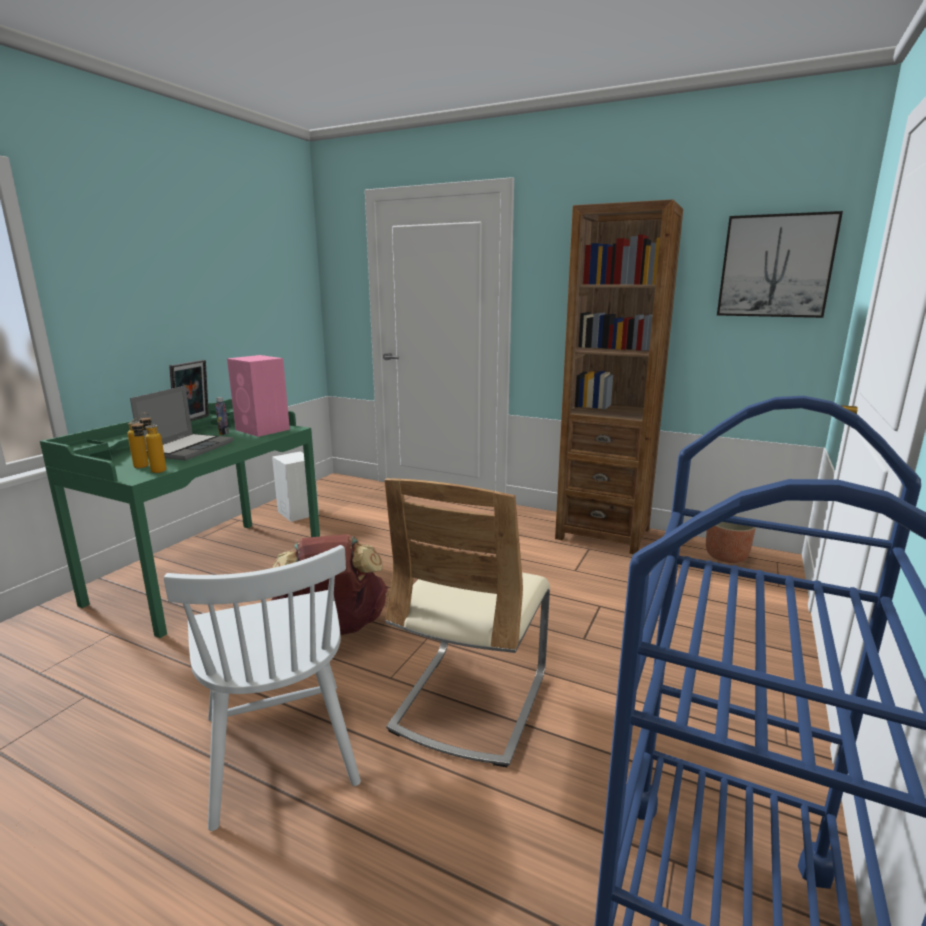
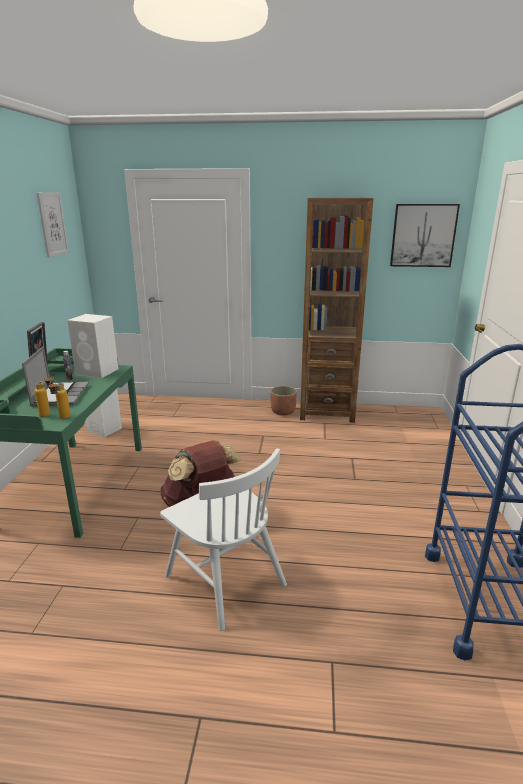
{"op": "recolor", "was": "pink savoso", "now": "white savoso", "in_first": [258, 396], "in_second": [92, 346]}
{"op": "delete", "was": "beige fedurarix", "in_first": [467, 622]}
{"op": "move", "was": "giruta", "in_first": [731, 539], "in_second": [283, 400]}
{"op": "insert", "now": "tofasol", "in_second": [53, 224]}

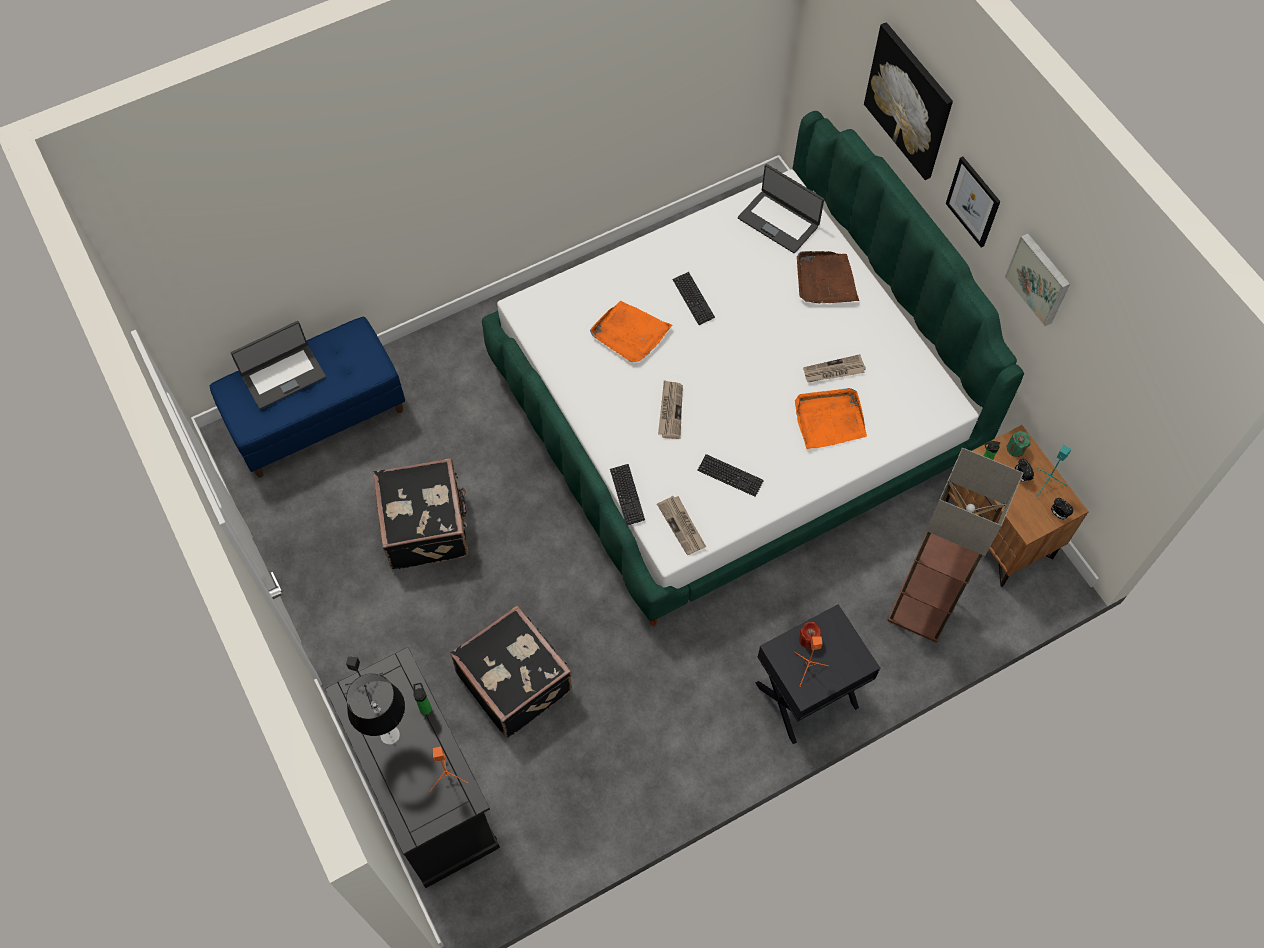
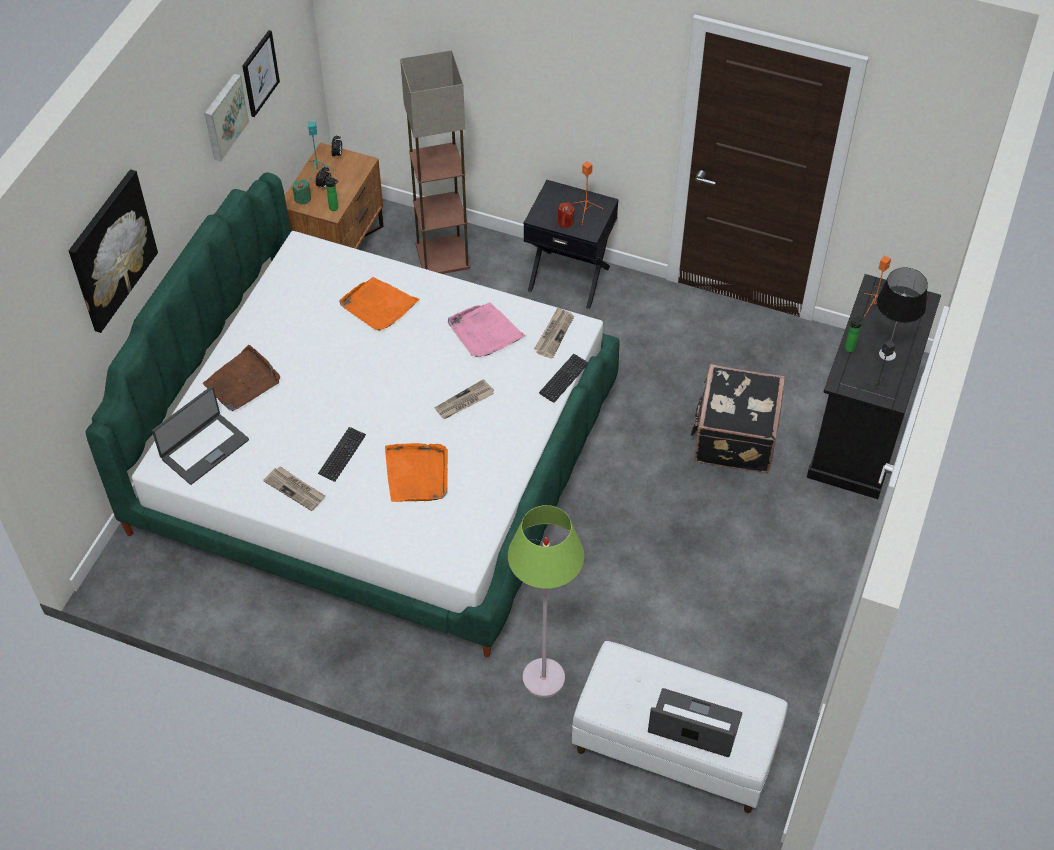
{"op": "recolor", "was": "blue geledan", "now": "white geledan", "in_first": [307, 397], "in_second": [680, 727]}
{"op": "delete", "was": "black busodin", "in_first": [420, 514]}
{"op": "replace", "was": "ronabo", "now": "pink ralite", "in_first": [730, 475], "in_second": [487, 329]}
{"op": "rotate", "was": "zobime", "in_first": [781, 208], "in_second": [200, 435], "clockwise": 45}
{"op": "move", "was": "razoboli", "in_first": [834, 368], "in_second": [294, 488]}
{"op": "move", "was": "tofasol", "in_first": [973, 202], "in_second": [261, 73]}
{"op": "insert", "now": "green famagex", "in_second": [546, 601]}

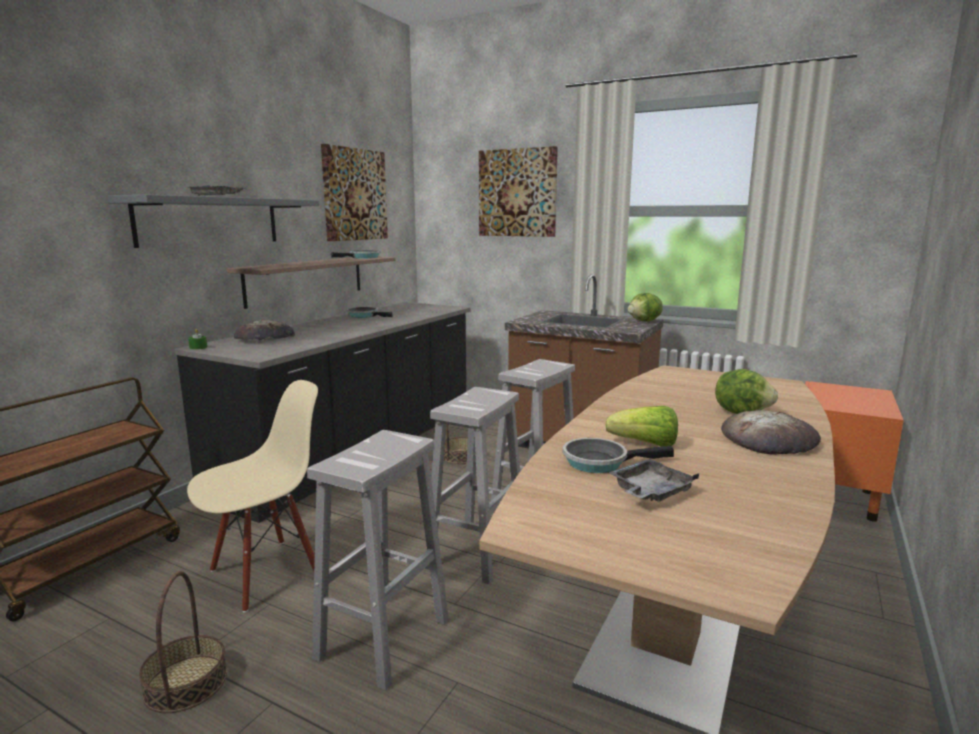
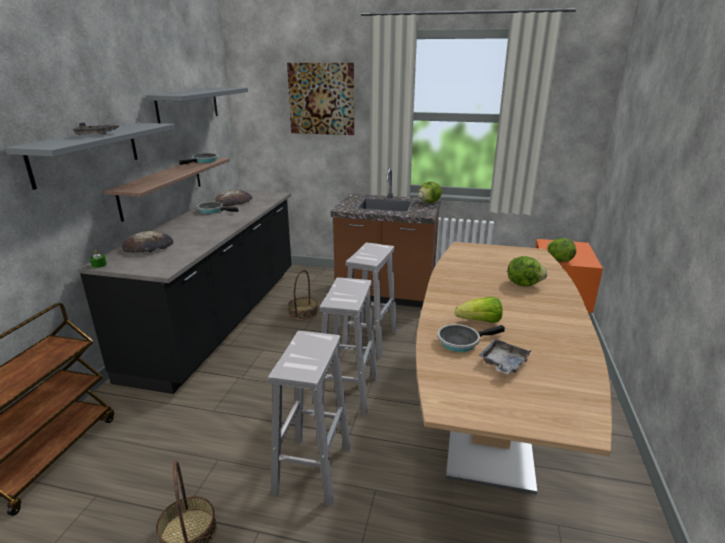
{"op": "delete", "was": "beige fedurarix", "in_first": [252, 496]}
{"op": "replace", "was": "tofasol", "now": "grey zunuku", "in_first": [354, 192], "in_second": [197, 105]}
{"op": "move", "was": "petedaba", "in_first": [771, 432], "in_second": [234, 198]}
{"op": "insert", "now": "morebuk", "in_second": [561, 250]}

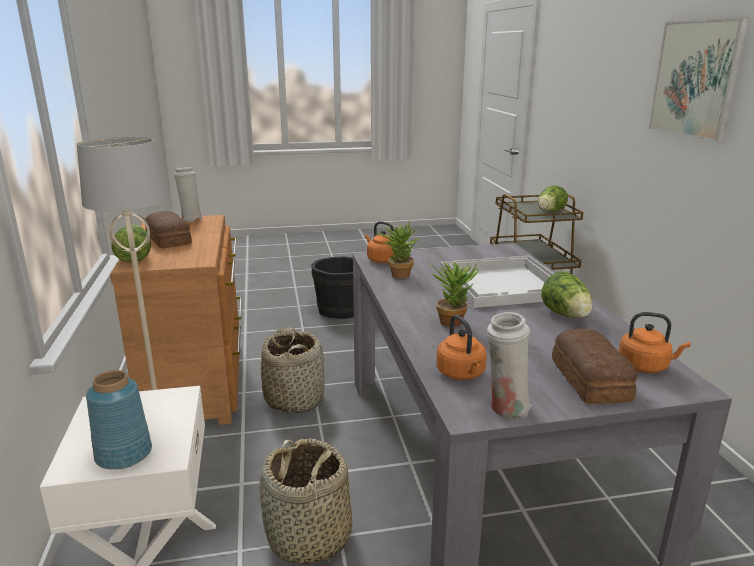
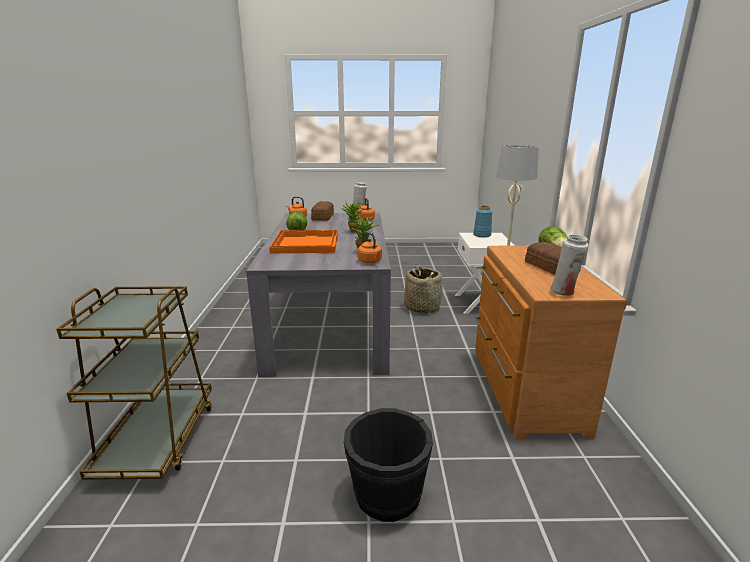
{"op": "delete", "was": "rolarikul", "in_first": [293, 370]}
{"op": "recolor", "was": "white ralite", "now": "orange ralite", "in_first": [497, 282], "in_second": [303, 241]}
{"op": "delete", "was": "morebuk", "in_first": [553, 199]}
{"op": "delete", "was": "tofasol", "in_first": [698, 80]}

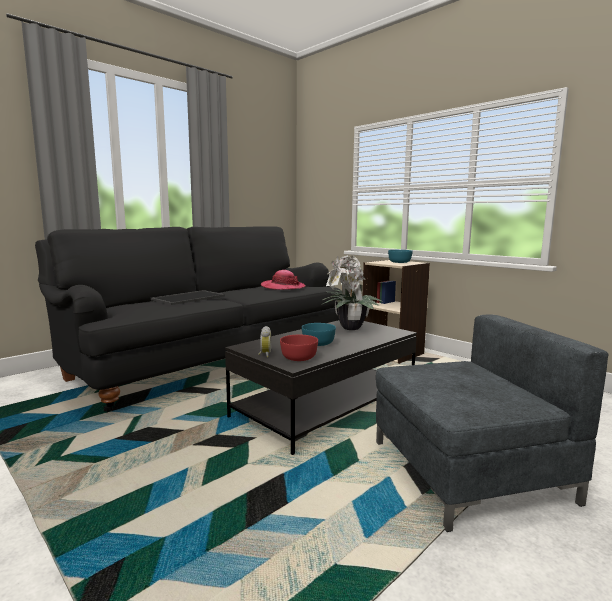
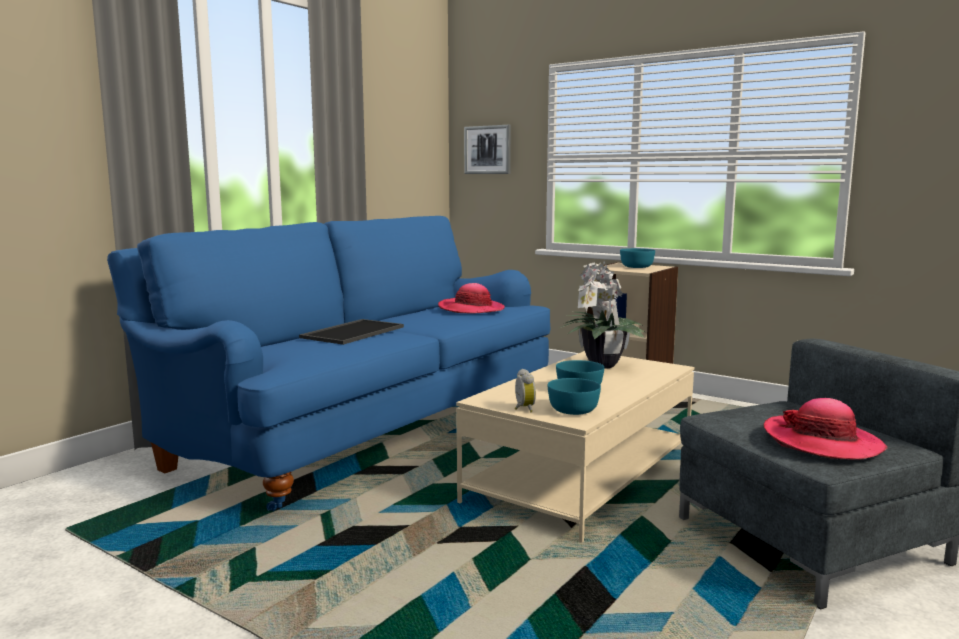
{"op": "recolor", "was": "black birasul", "now": "blue birasul", "in_first": [187, 319], "in_second": [328, 363]}
{"op": "recolor", "was": "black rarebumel", "now": "beige rarebumel", "in_first": [321, 387], "in_second": [575, 447]}
{"op": "recolor", "was": "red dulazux", "now": "turquoise dulazux", "in_first": [299, 348], "in_second": [574, 396]}
{"op": "insert", "now": "tofasol", "in_second": [487, 149]}
{"op": "insert", "now": "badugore", "in_second": [826, 429]}

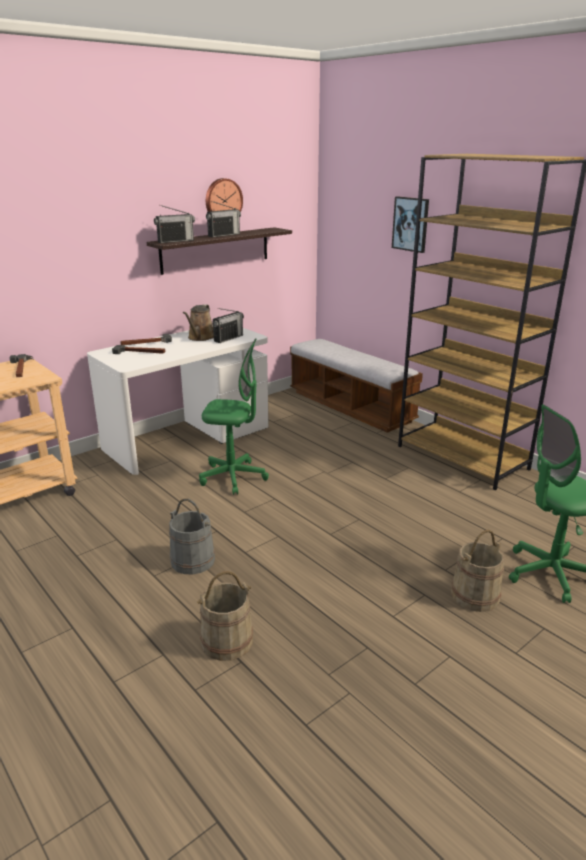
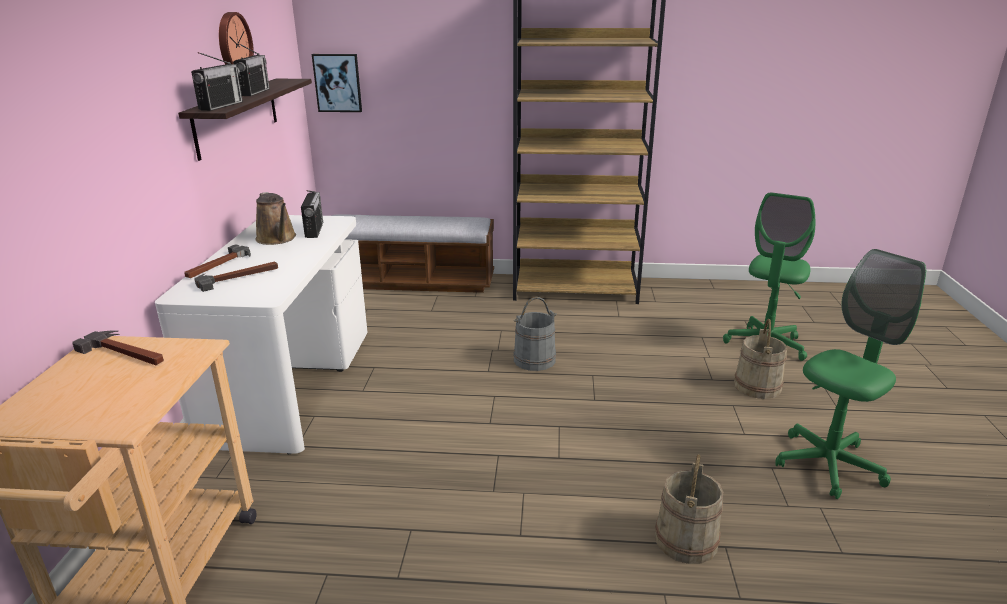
{"op": "move", "was": "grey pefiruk", "in_first": [192, 536], "in_second": [535, 334]}
{"op": "move", "was": "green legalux", "in_first": [234, 416], "in_second": [850, 374]}
{"op": "move", "was": "tofasol", "in_first": [410, 224], "in_second": [337, 83]}

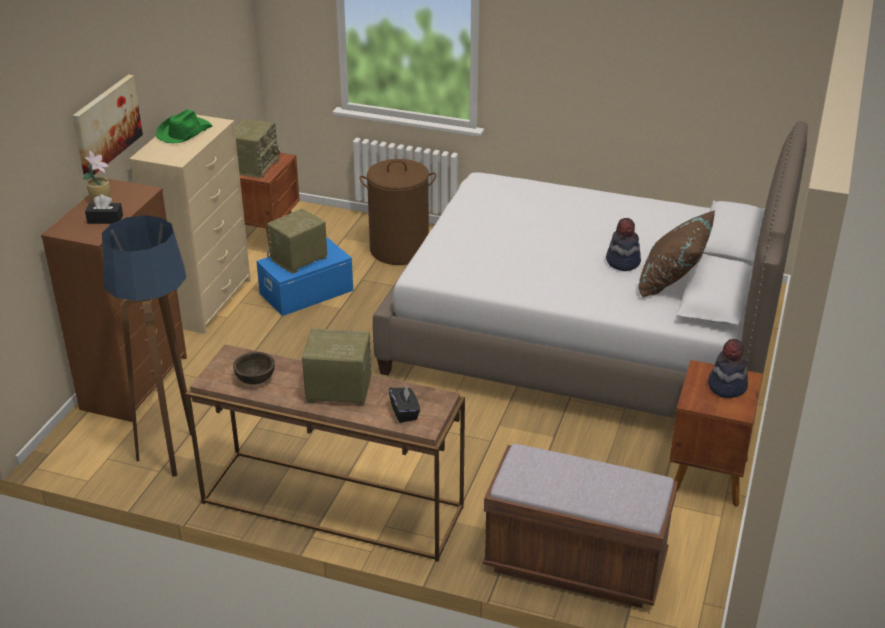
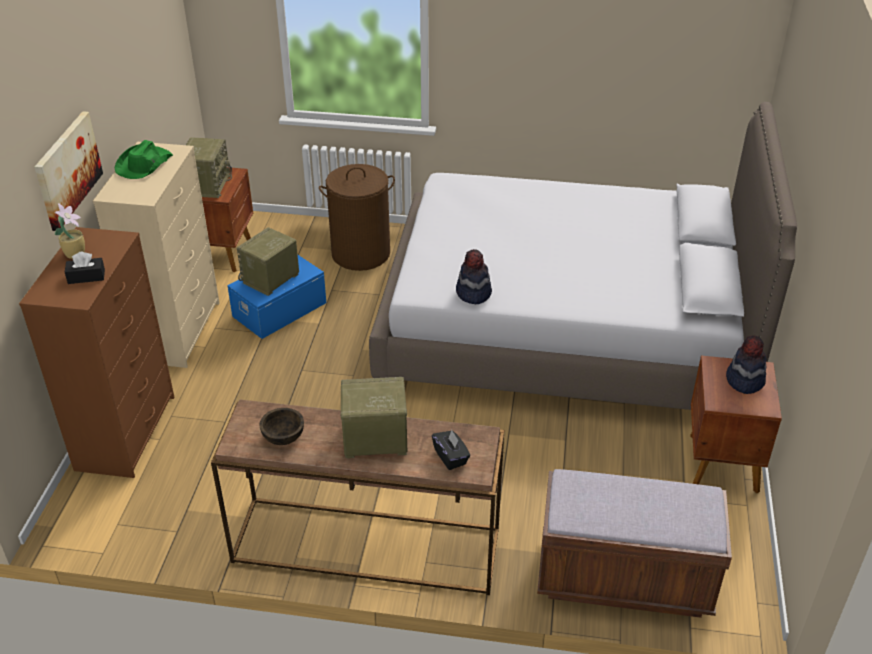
{"op": "delete", "was": "famagex", "in_first": [147, 346]}
{"op": "move", "was": "badugore", "in_first": [623, 244], "in_second": [474, 276]}
{"op": "delete", "was": "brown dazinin", "in_first": [676, 253]}

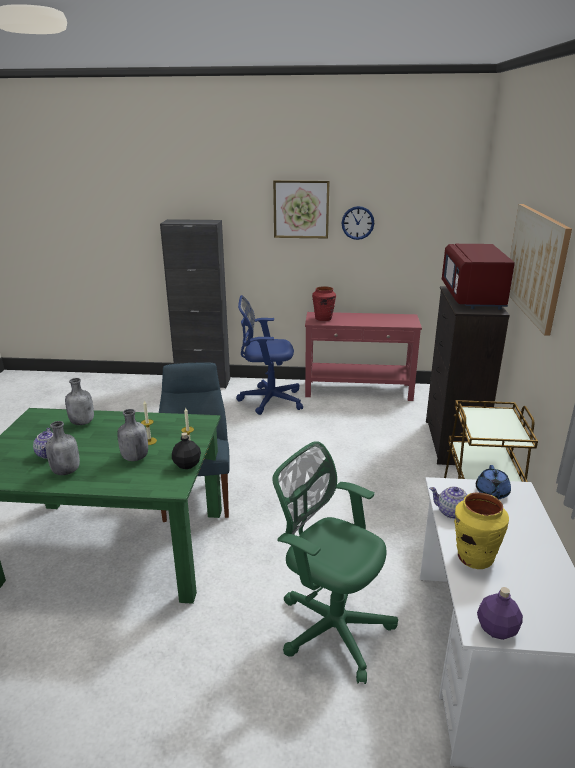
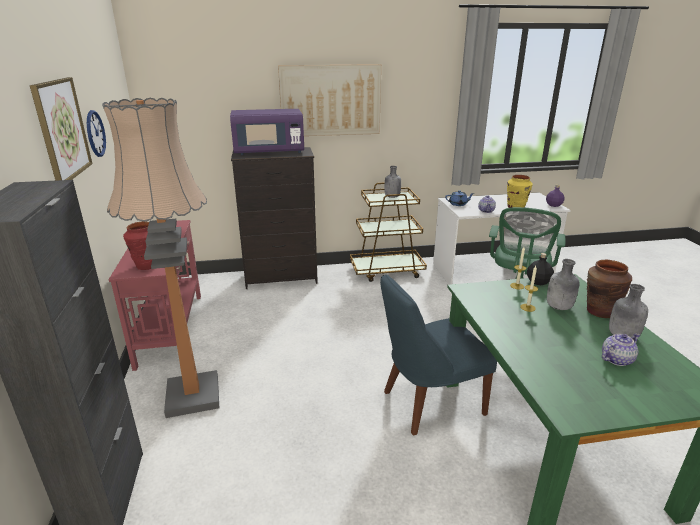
{"op": "move", "was": "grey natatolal", "in_first": [79, 401], "in_second": [392, 182]}
{"op": "replace", "was": "blue legalux", "now": "famagex", "in_first": [269, 355], "in_second": [160, 258]}
{"op": "recolor", "was": "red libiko", "now": "purple libiko", "in_first": [478, 277], "in_second": [267, 132]}
{"op": "insert", "now": "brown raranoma", "in_second": [609, 289]}

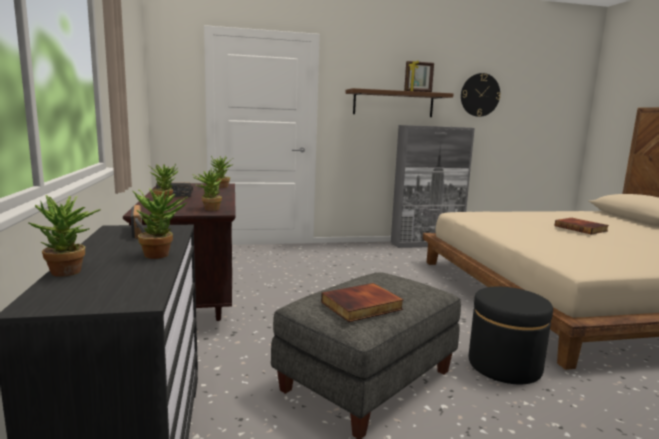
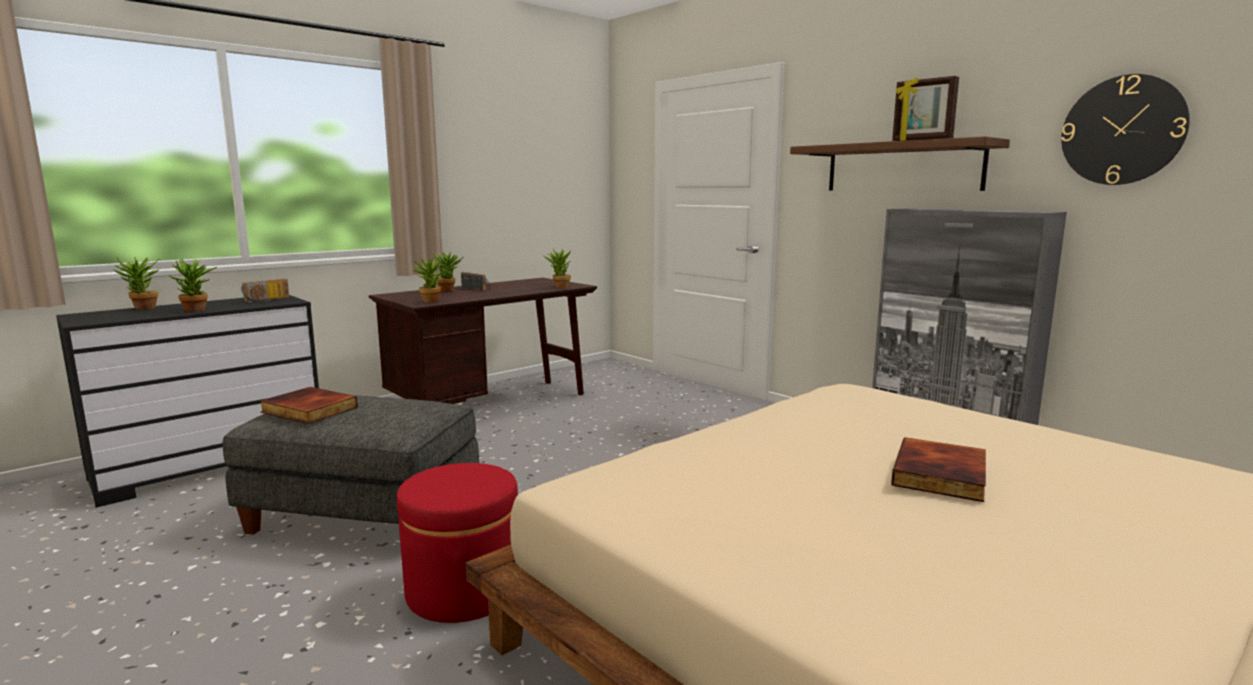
{"op": "recolor", "was": "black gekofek", "now": "red gekofek", "in_first": [511, 335], "in_second": [457, 543]}

